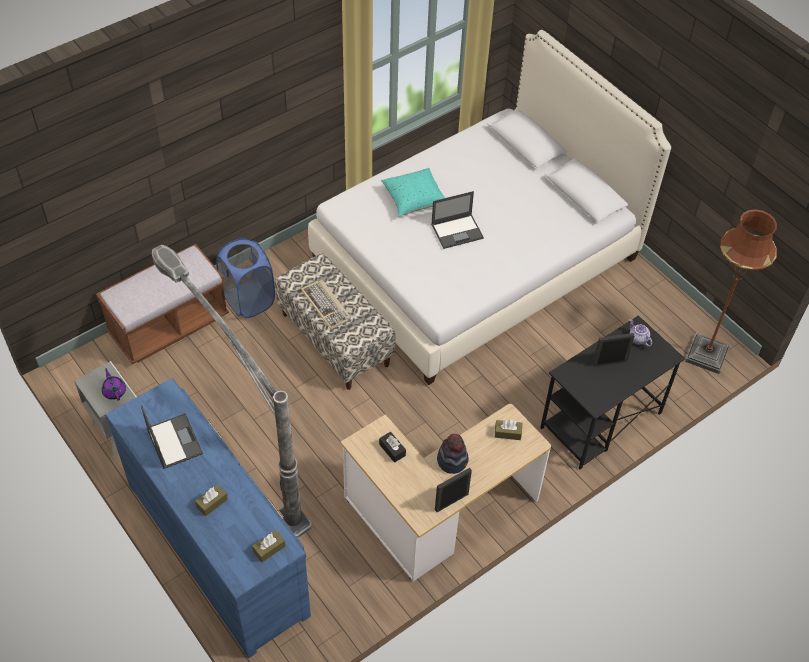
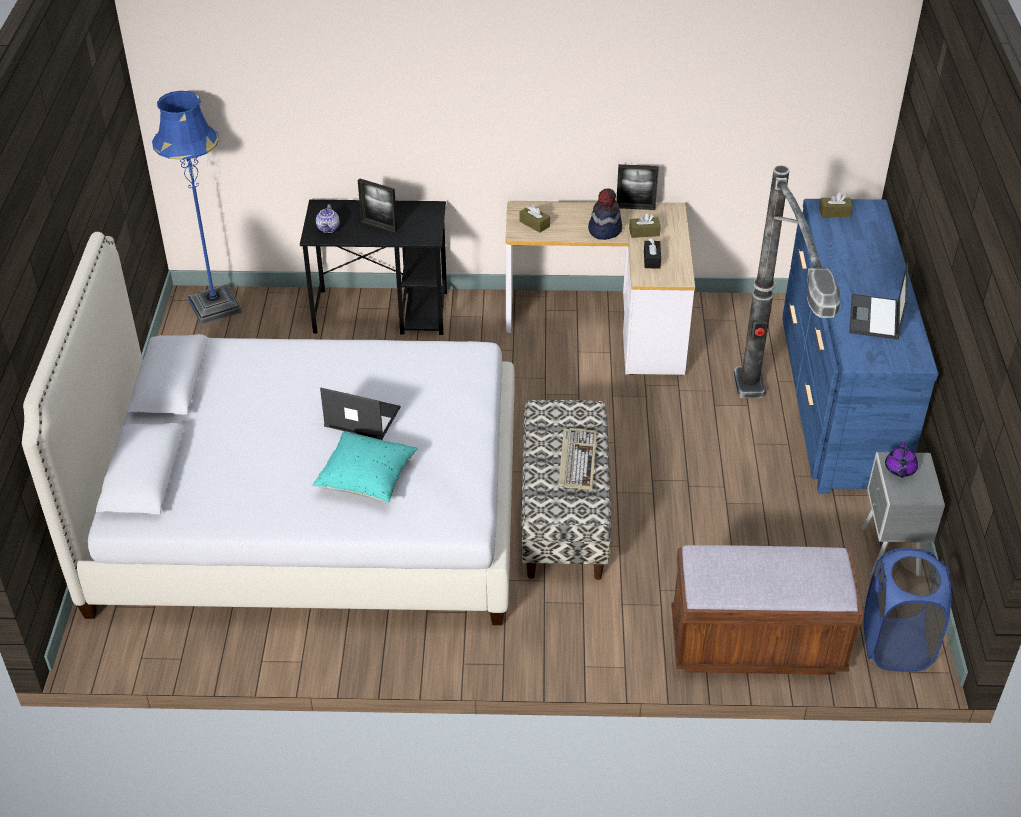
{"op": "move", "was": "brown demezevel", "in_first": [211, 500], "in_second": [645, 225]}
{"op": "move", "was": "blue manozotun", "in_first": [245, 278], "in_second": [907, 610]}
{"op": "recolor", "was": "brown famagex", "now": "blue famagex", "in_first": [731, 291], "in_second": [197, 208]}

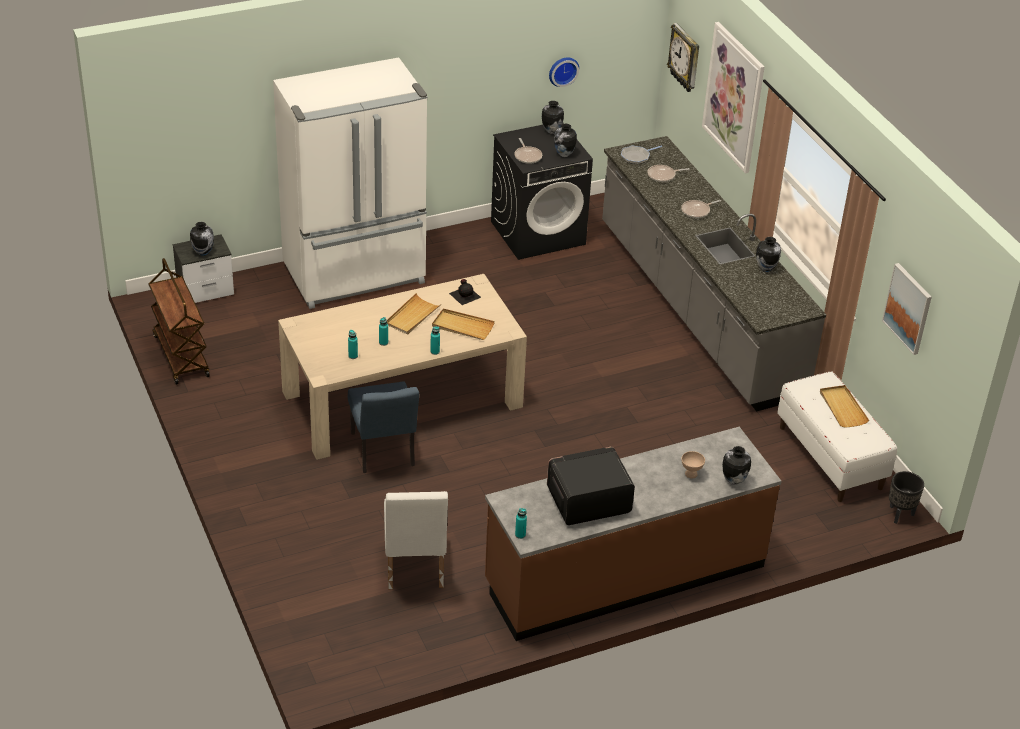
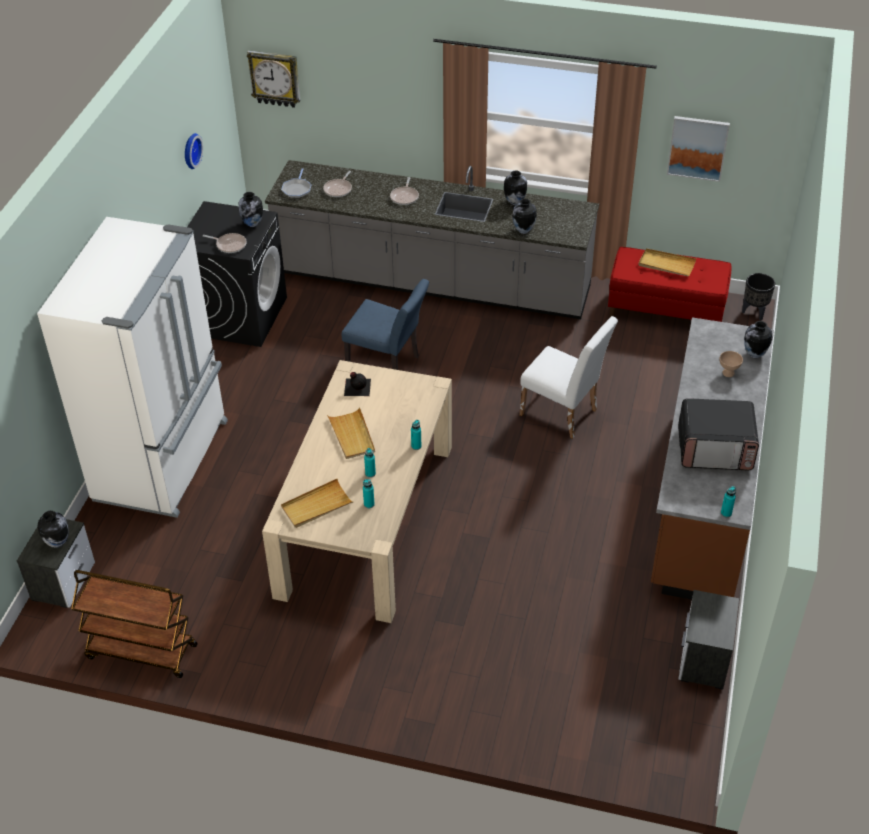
{"op": "move", "was": "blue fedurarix", "in_first": [383, 427], "in_second": [385, 324]}
{"op": "move", "was": "white fedurarix", "in_first": [416, 540], "in_second": [568, 377]}
{"op": "move", "was": "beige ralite", "in_first": [463, 324], "in_second": [317, 503]}
{"op": "move", "was": "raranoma", "in_first": [553, 117], "in_second": [524, 216]}
{"op": "rotate", "was": "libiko", "in_first": [591, 486], "in_second": [718, 434], "clockwise": -105}
{"op": "delete", "was": "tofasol", "in_first": [733, 98]}
{"op": "recolor", "was": "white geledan", "now": "red geledan", "in_first": [837, 436], "in_second": [669, 284]}
{"op": "insert", "now": "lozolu", "in_second": [708, 640]}

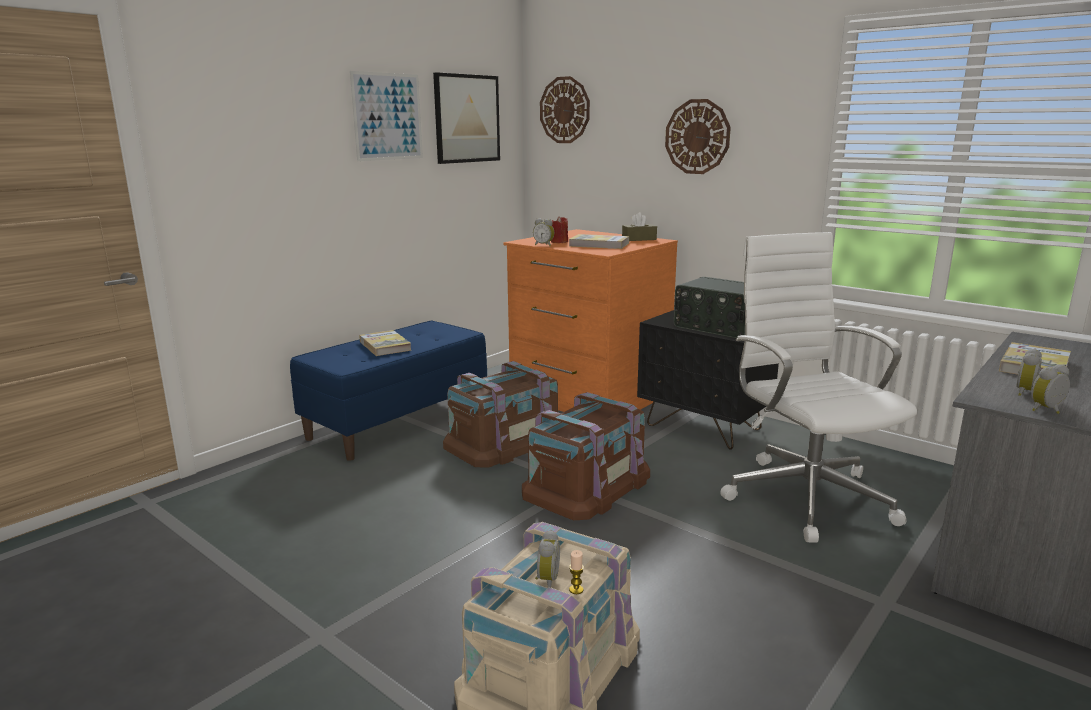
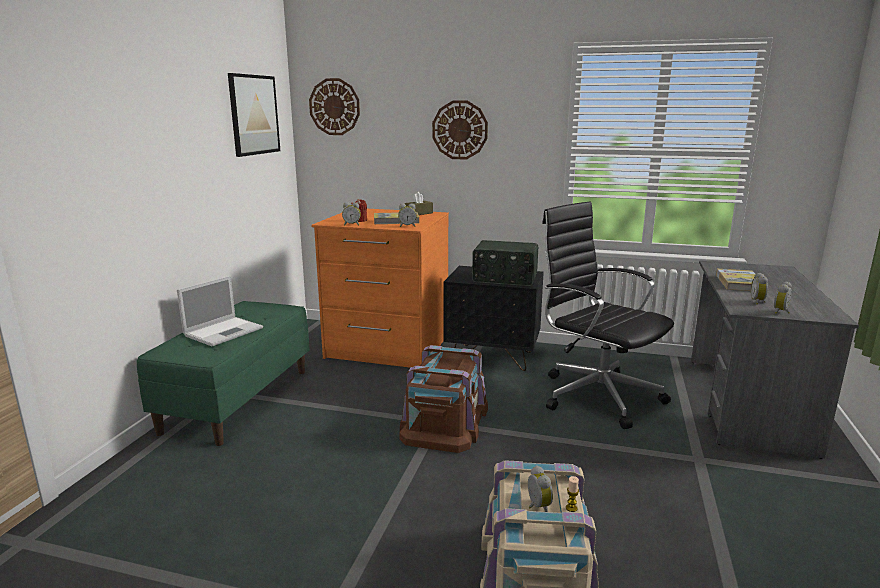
{"op": "recolor", "was": "blue geledan", "now": "green geledan", "in_first": [388, 391], "in_second": [223, 373]}
{"op": "delete", "was": "tofasol", "in_first": [386, 116]}
{"op": "replace", "was": "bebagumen", "now": "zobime", "in_first": [385, 343], "in_second": [220, 311]}
{"op": "delete", "was": "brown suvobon", "in_first": [500, 414]}
{"op": "recolor", "was": "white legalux", "now": "black legalux", "in_first": [818, 387], "in_second": [608, 315]}
{"op": "insert", "now": "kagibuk", "in_second": [407, 215]}

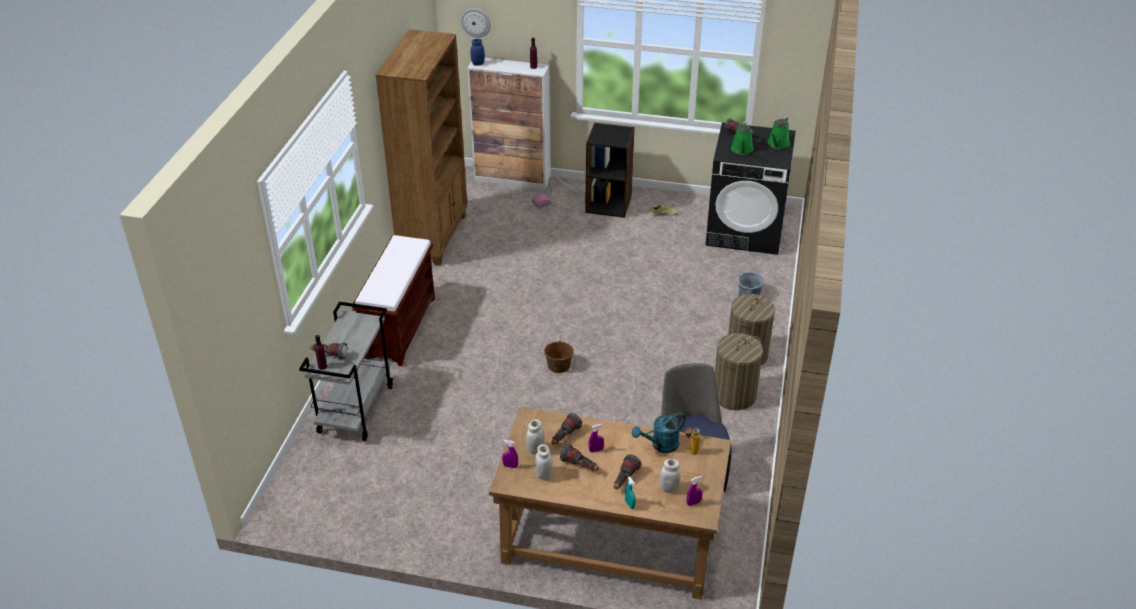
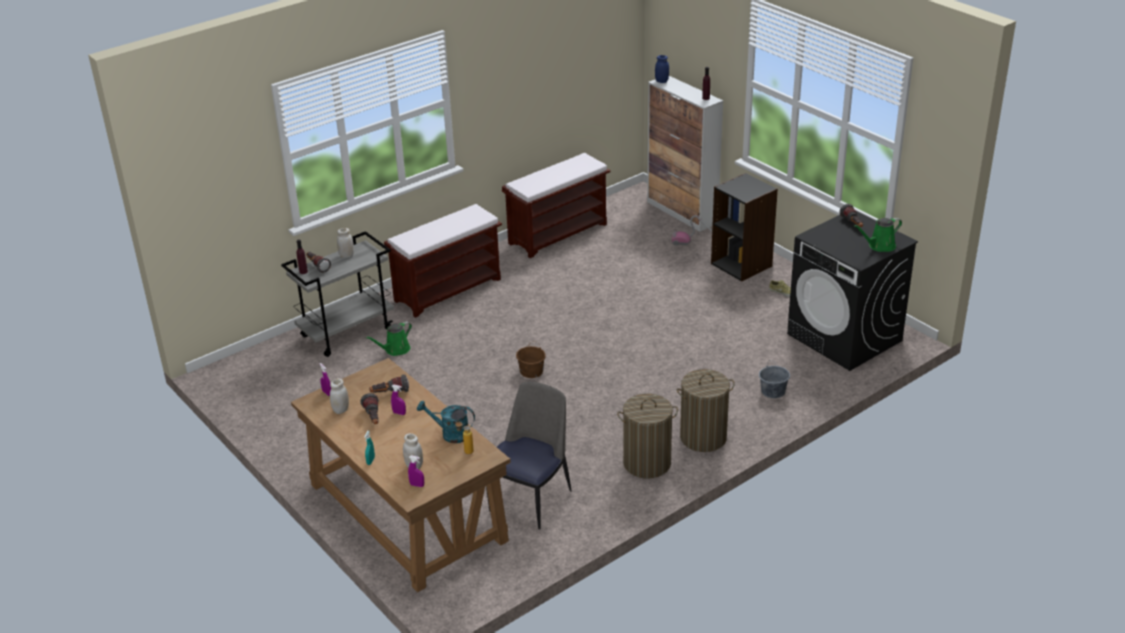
{"op": "replace", "was": "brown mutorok", "now": "brown geledan", "in_first": [421, 147], "in_second": [556, 205]}
{"op": "delete", "was": "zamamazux", "in_first": [476, 22]}
{"op": "move", "was": "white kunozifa", "in_first": [535, 436], "in_second": [345, 243]}
{"op": "delete", "was": "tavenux", "in_first": [628, 471]}
{"op": "move", "was": "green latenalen", "in_first": [742, 138], "in_second": [389, 338]}

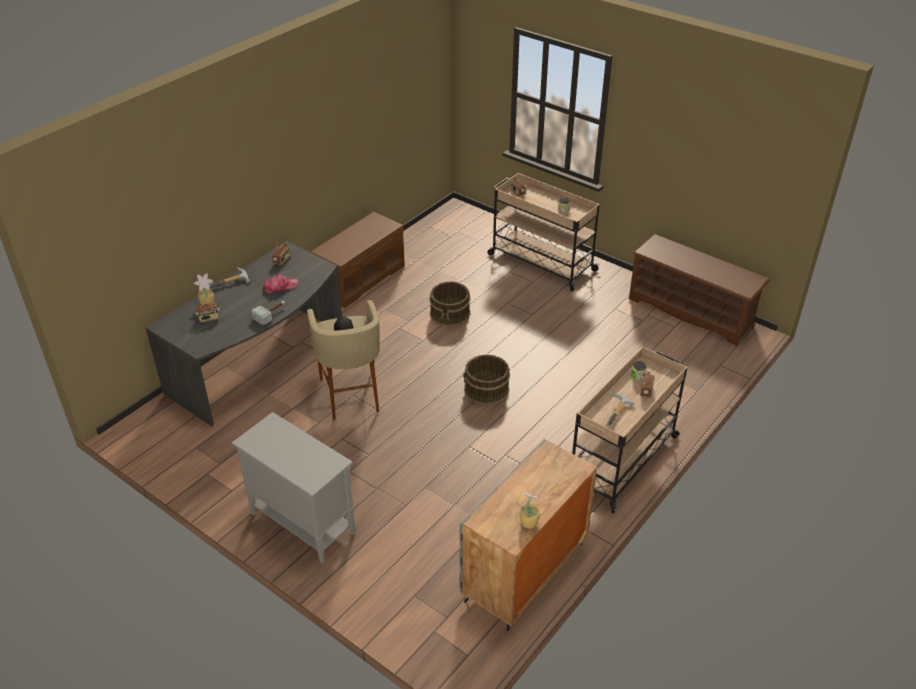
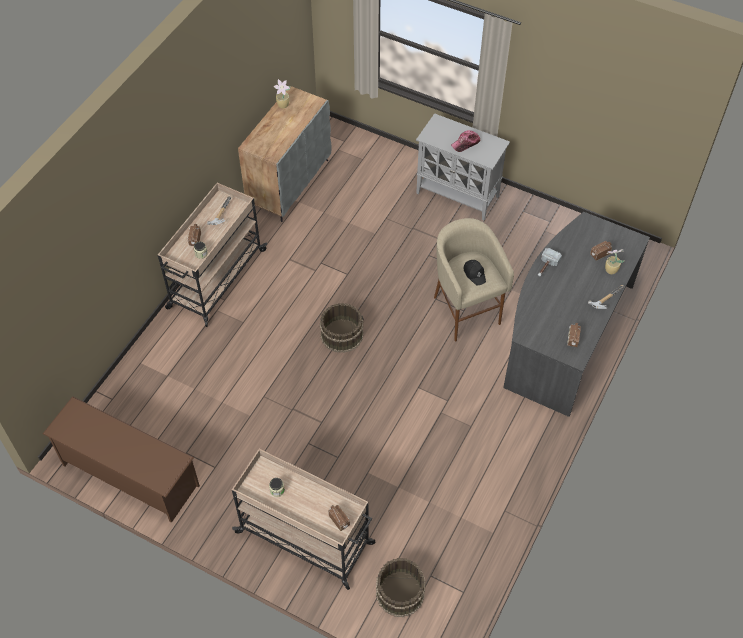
{"op": "move", "was": "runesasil", "in_first": [280, 284], "in_second": [466, 141]}
{"op": "delete", "was": "brown geledan", "in_first": [357, 260]}
{"op": "move", "was": "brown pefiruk", "in_first": [450, 304], "in_second": [400, 587]}

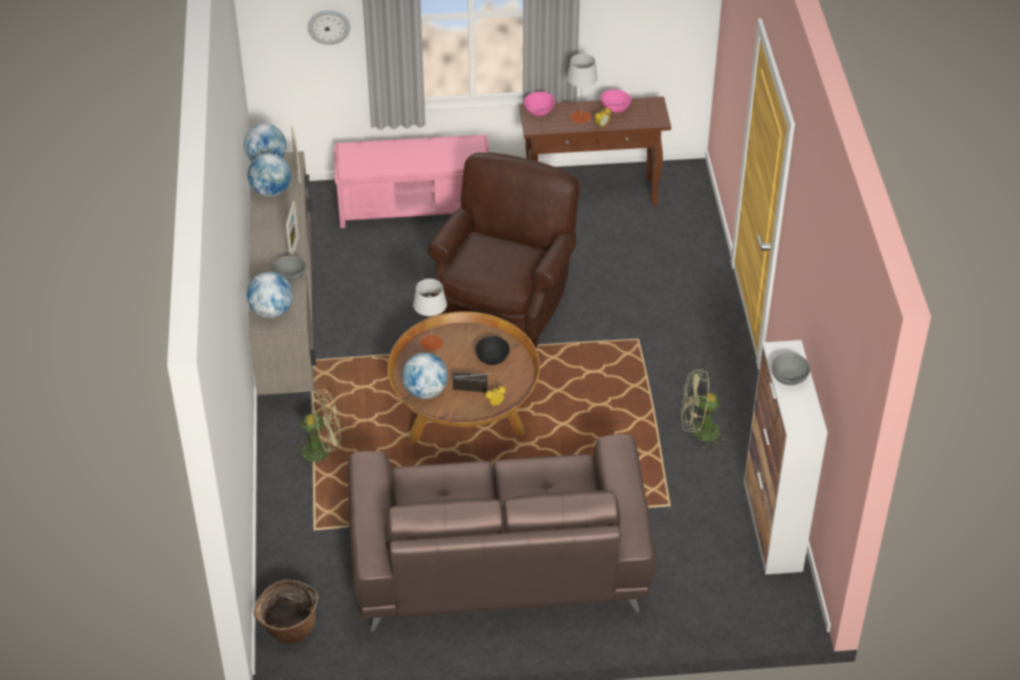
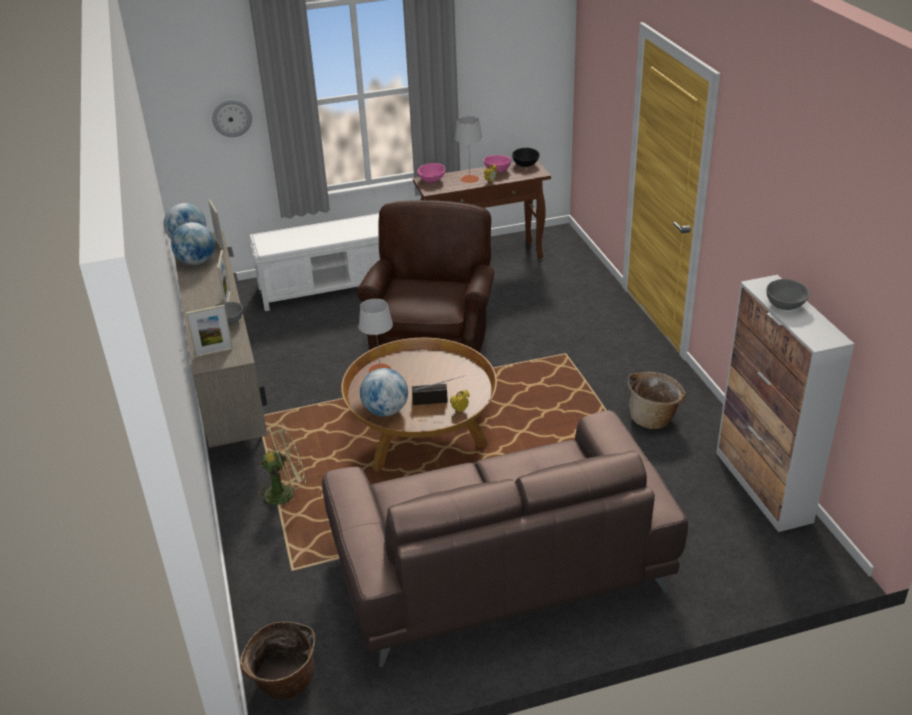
{"op": "replace", "was": "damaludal", "now": "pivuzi", "in_first": [269, 295], "in_second": [209, 331]}
{"op": "recolor", "was": "pink geledan", "now": "white geledan", "in_first": [412, 181], "in_second": [314, 262]}
{"op": "move", "was": "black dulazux", "in_first": [492, 350], "in_second": [526, 157]}
{"op": "replace", "was": "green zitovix", "now": "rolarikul", "in_first": [704, 409], "in_second": [656, 400]}

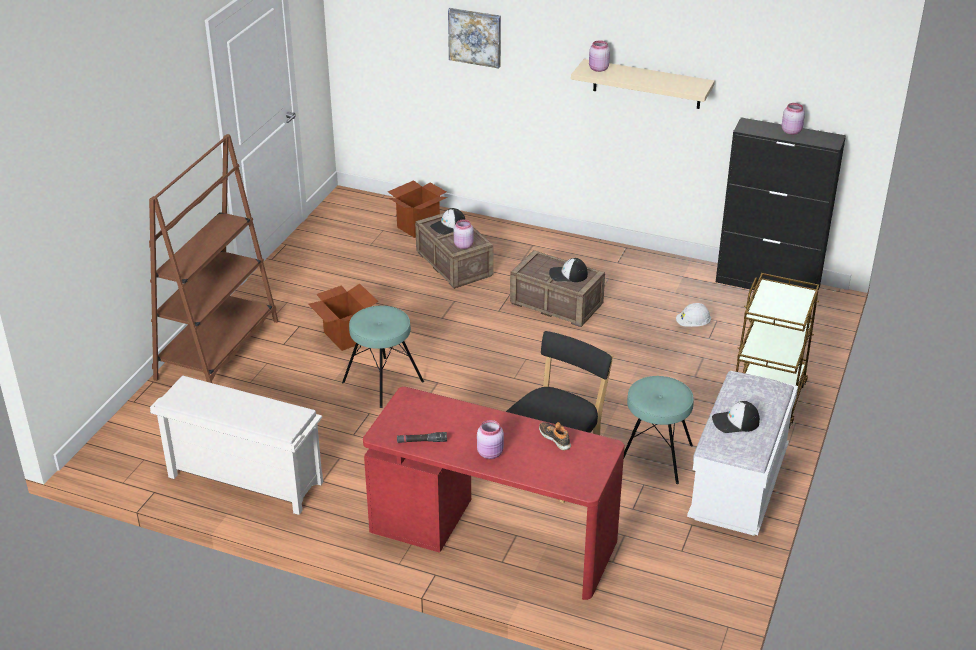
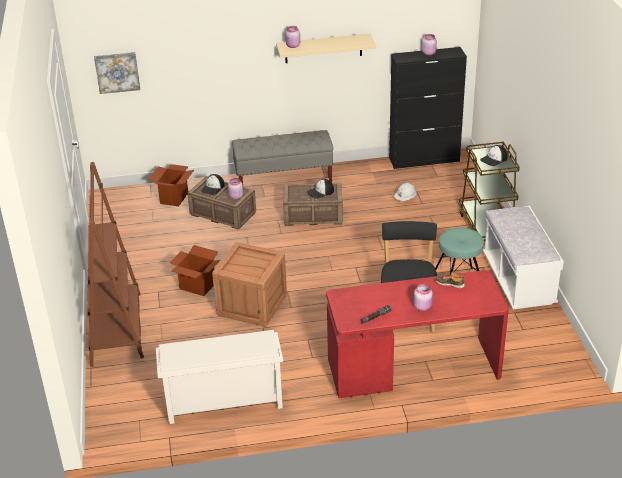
{"op": "replace", "was": "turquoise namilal", "now": "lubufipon", "in_first": [383, 357], "in_second": [249, 284]}
{"op": "move", "was": "tofasol", "in_first": [474, 38], "in_second": [117, 73]}
{"op": "move", "was": "runesasil", "in_first": [736, 417], "in_second": [494, 155]}
{"op": "insert", "now": "grey geledan", "in_second": [282, 157]}

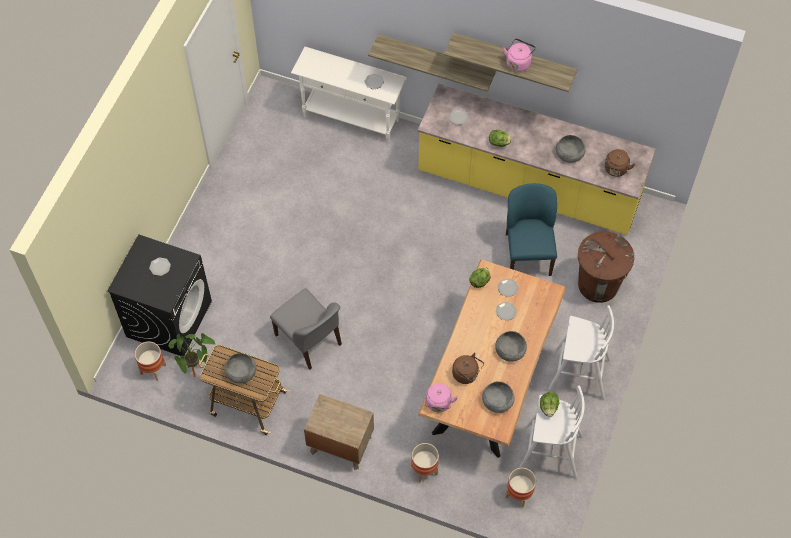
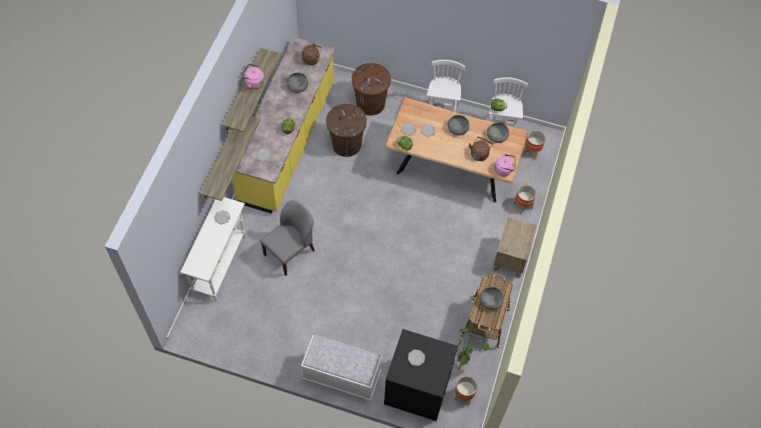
{"op": "move", "was": "grey fedurarix", "in_first": [306, 329], "in_second": [287, 238]}
{"op": "replace", "was": "blue fedurarix", "now": "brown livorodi", "in_first": [531, 229], "in_second": [346, 130]}
{"op": "insert", "now": "white geledan", "in_second": [341, 368]}

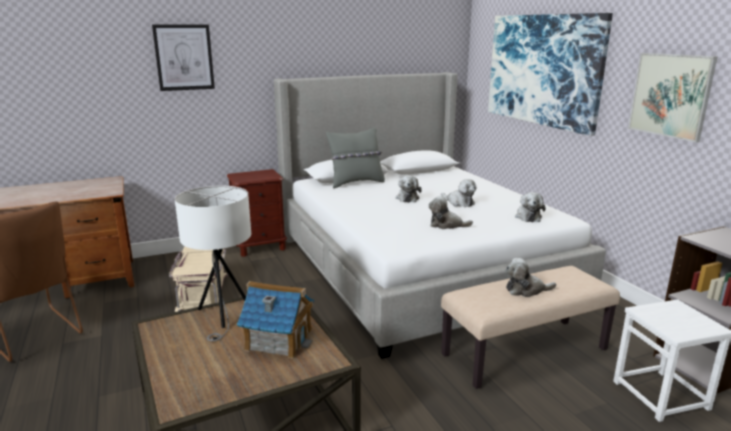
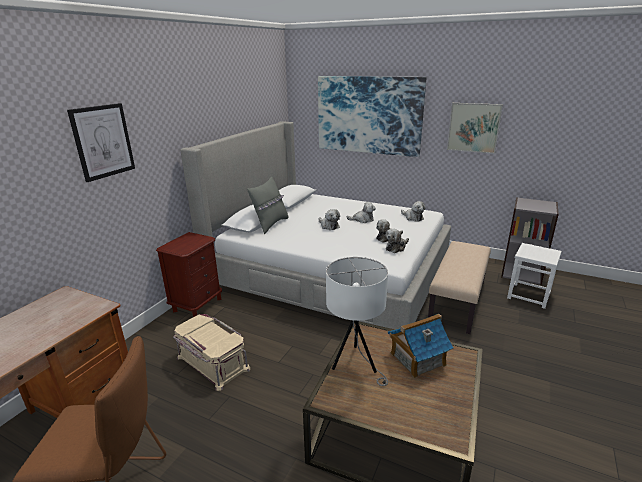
{"op": "move", "was": "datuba", "in_first": [531, 277], "in_second": [397, 241]}

